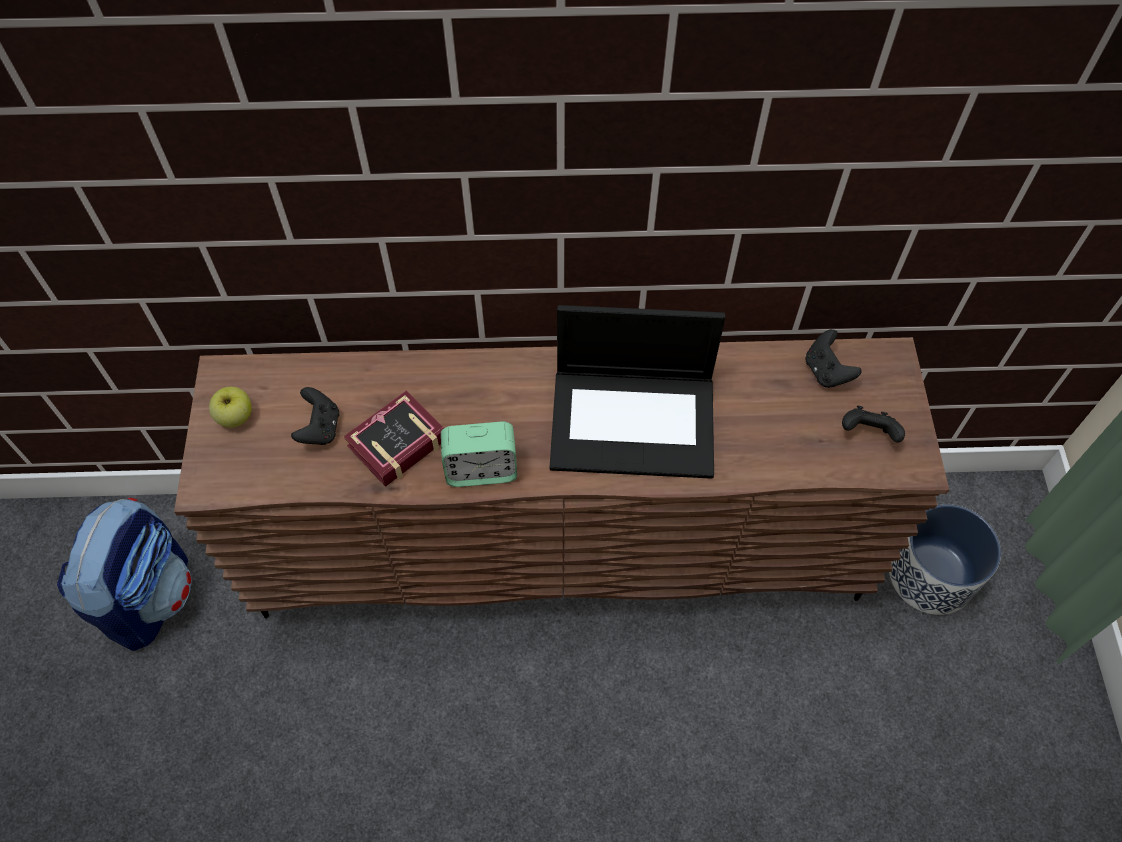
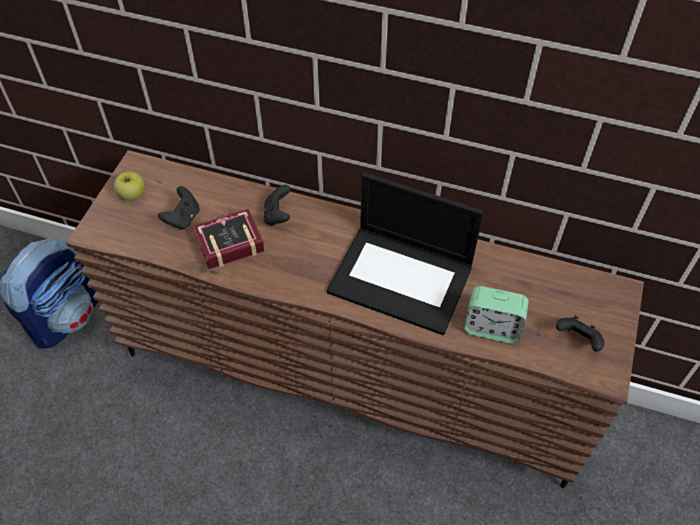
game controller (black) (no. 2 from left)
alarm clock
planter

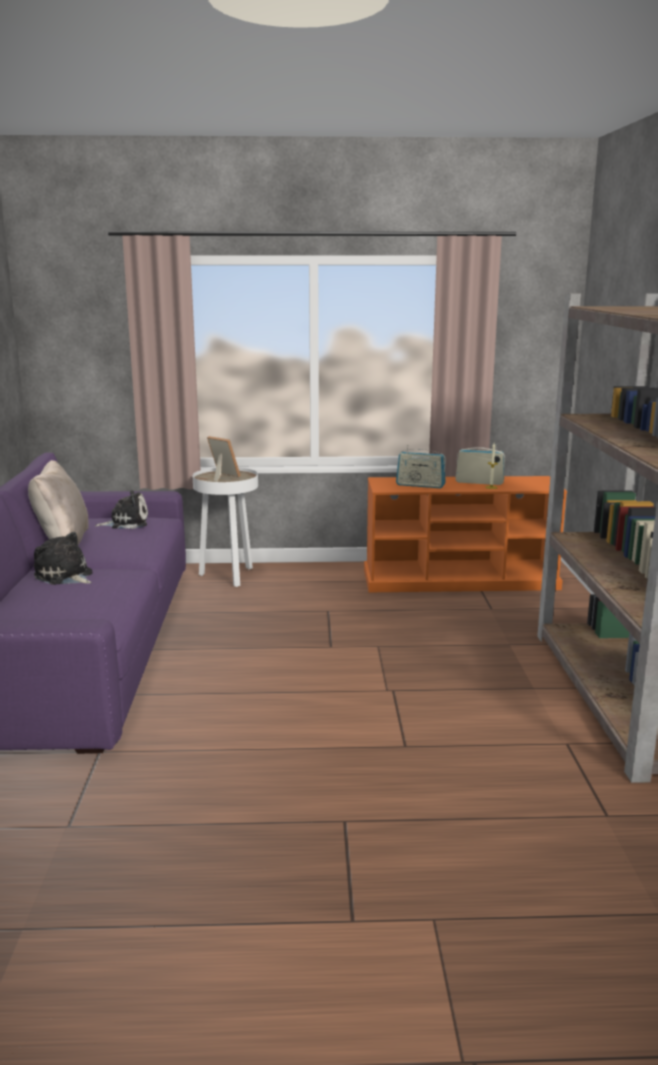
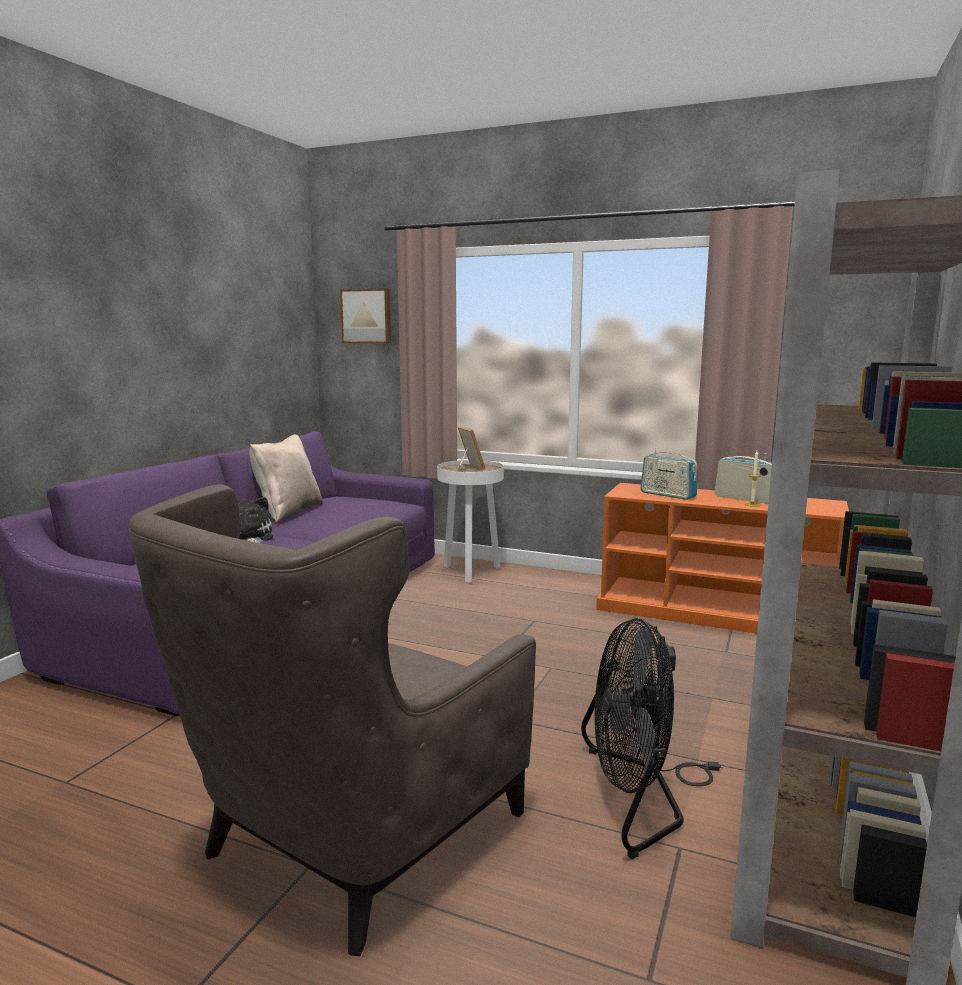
plush toy (no. 2 from left in the first image)
picture
armchair (grey)
fan (black)

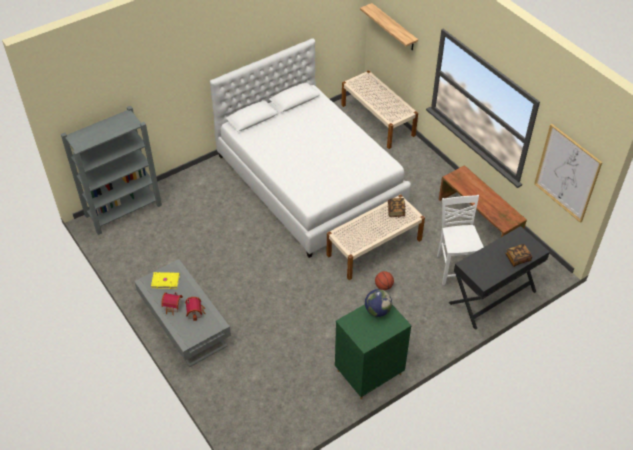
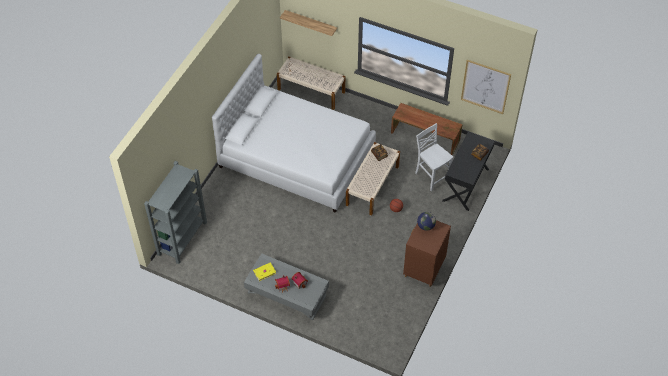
dresser (brown)

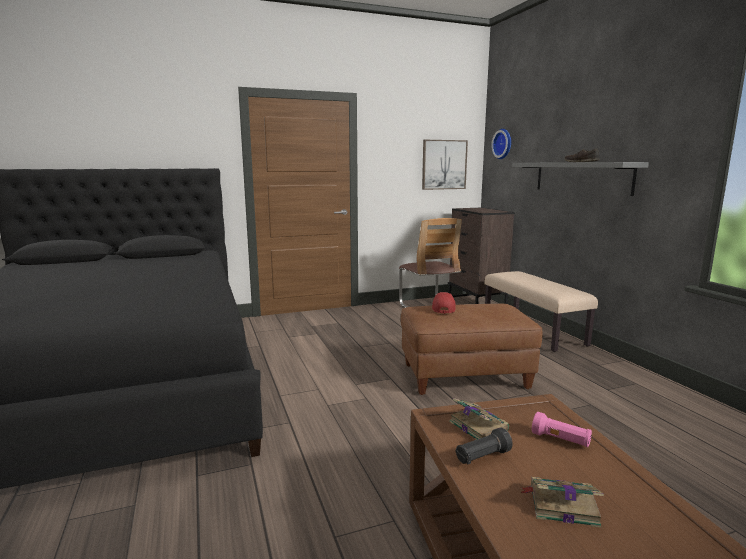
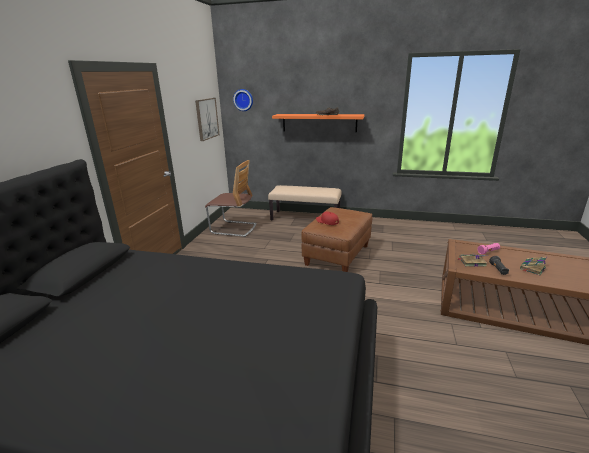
shelf (orange)
dresser (brown)

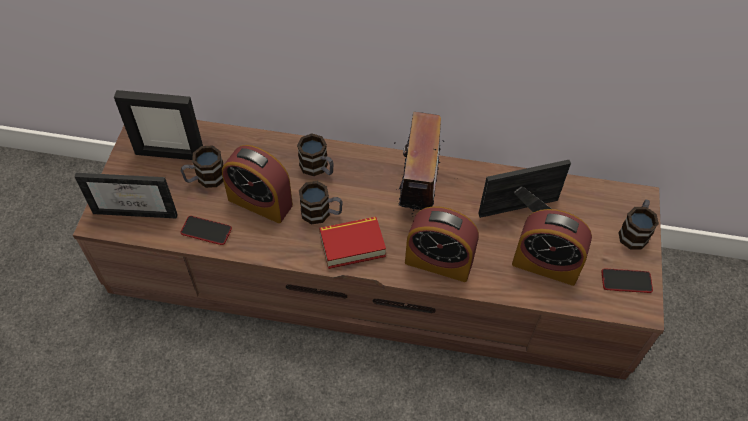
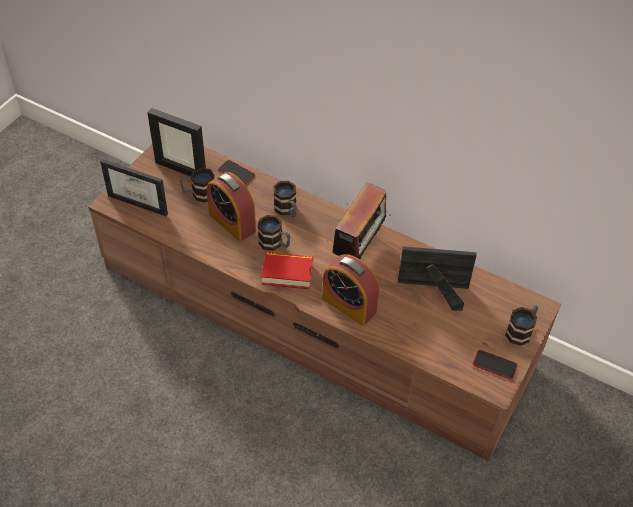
alarm clock (no. 3 from left in the first image)
phone (no. 1 from left)

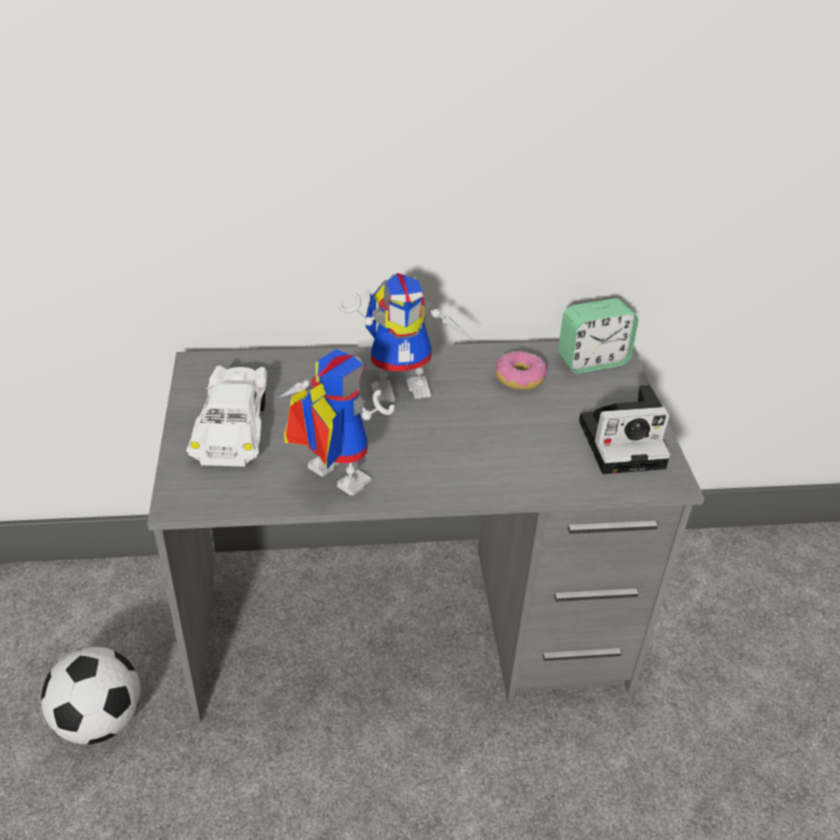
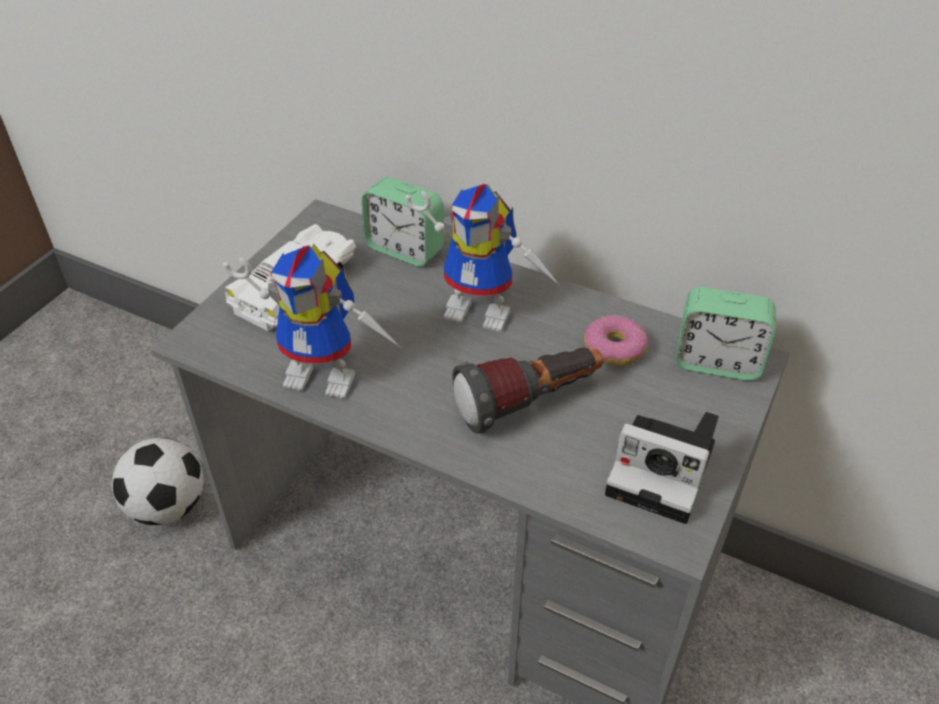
toy robot (no. 1 from left)
alarm clock (no. 1 from left)
flashlight

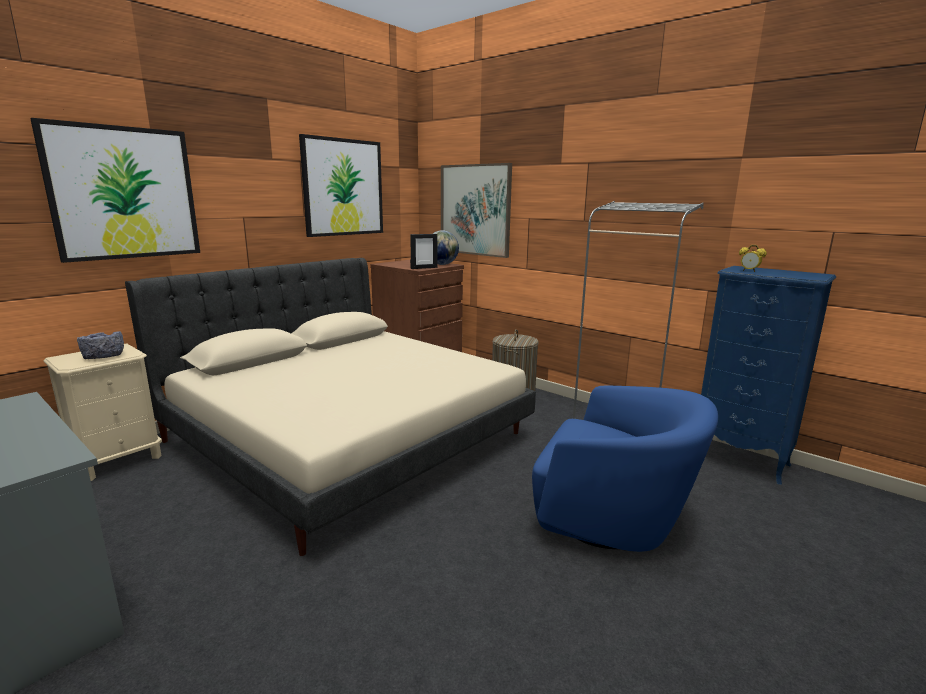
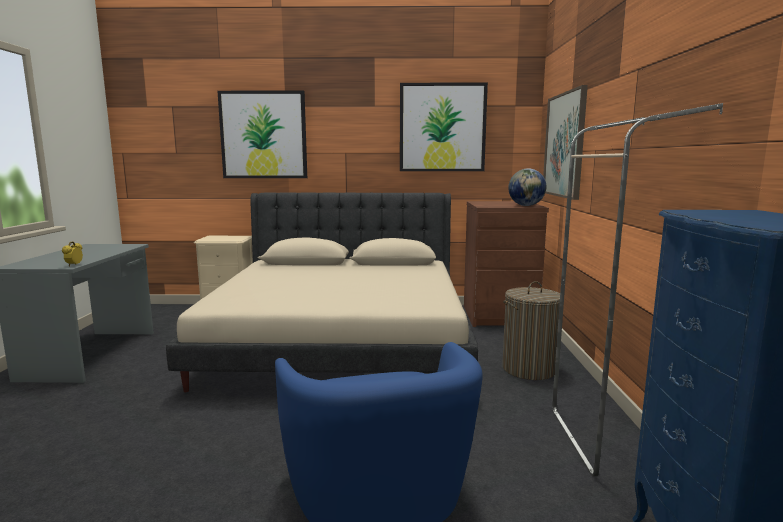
picture frame
alarm clock
bowl (grey)

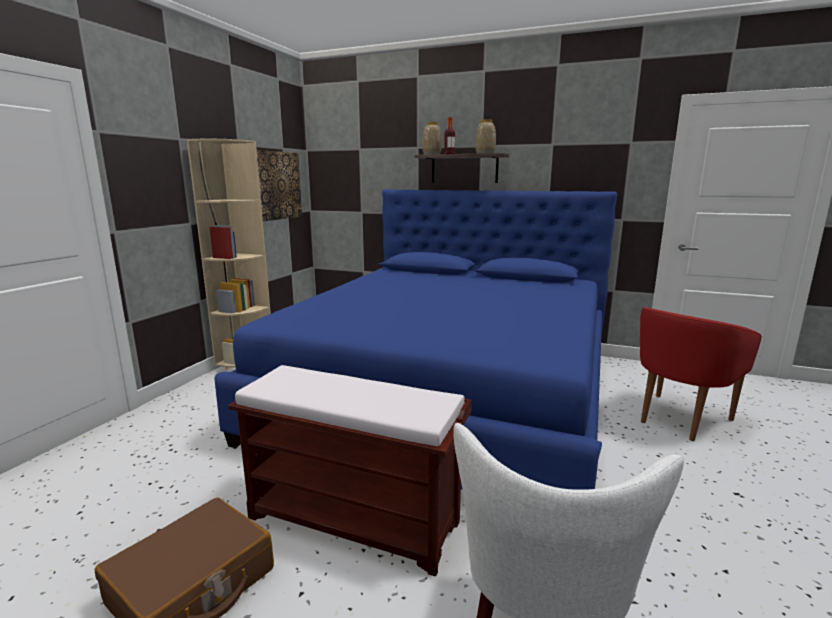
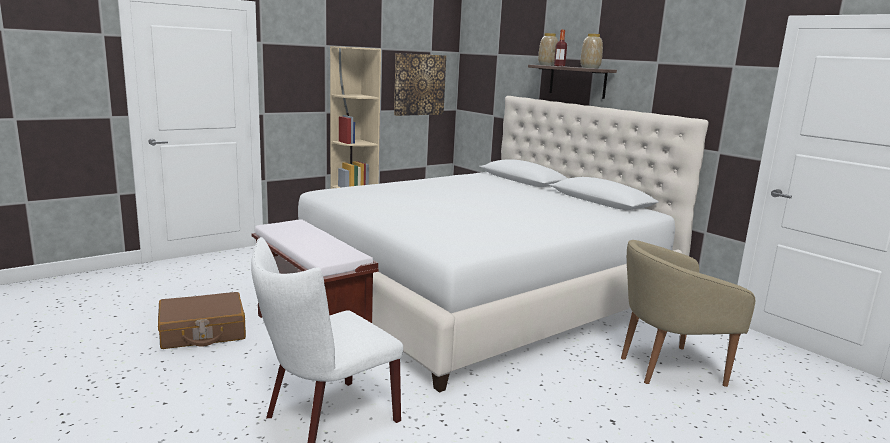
bed (white)
armchair (beige)

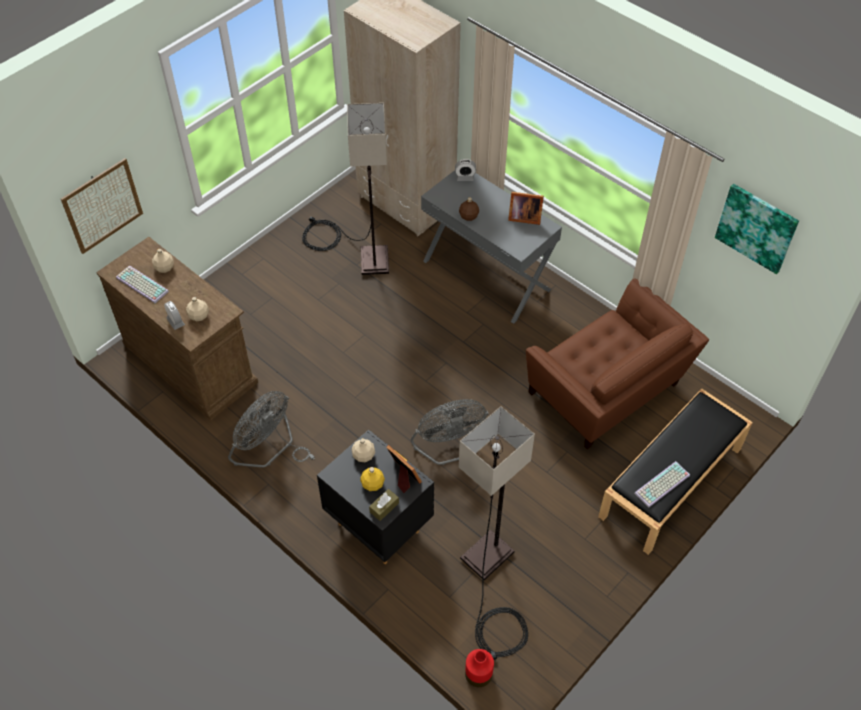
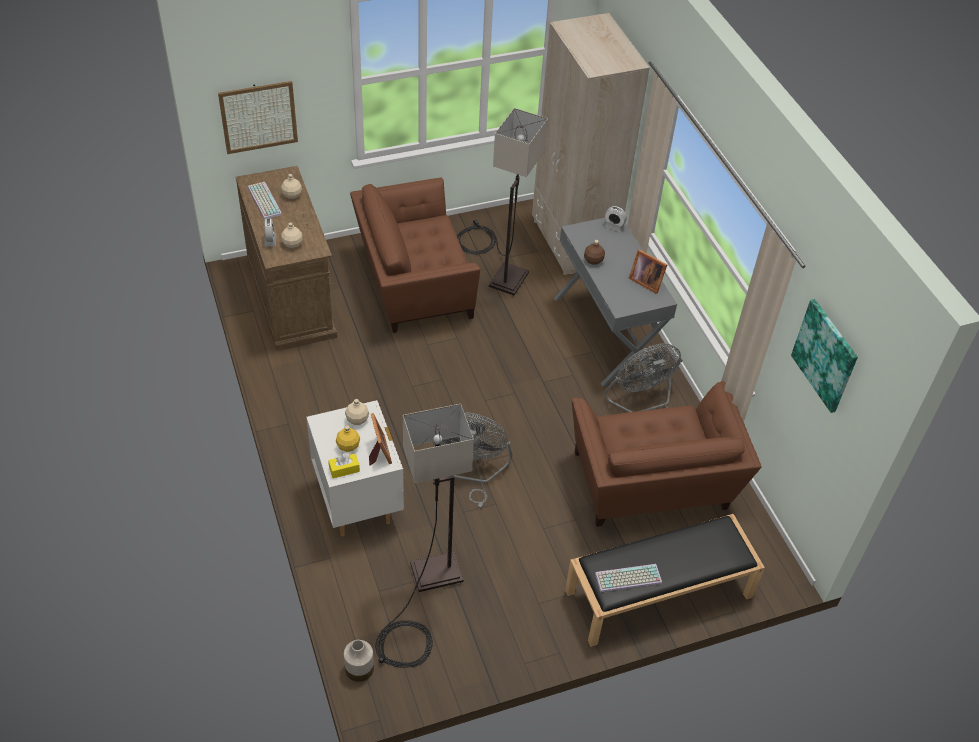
fan (grey) (no. 2 from left)
nightstand (white)
tissue box (yellow)
vase (beige)
armchair (brown) (no. 1 from left)

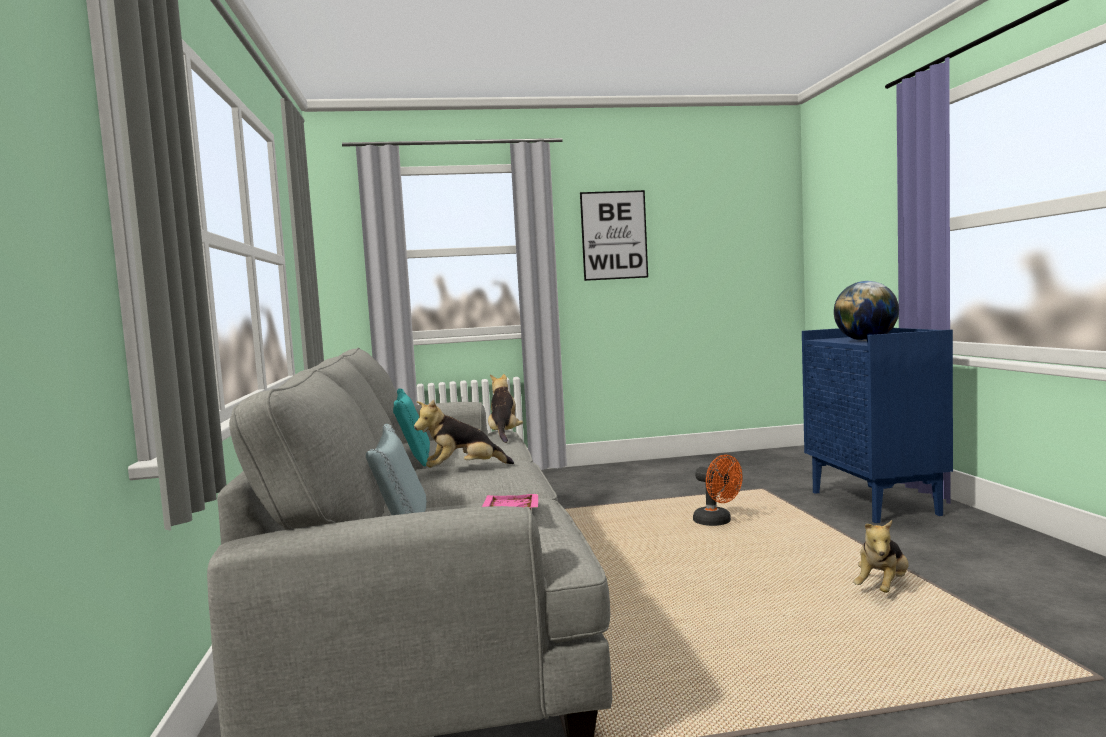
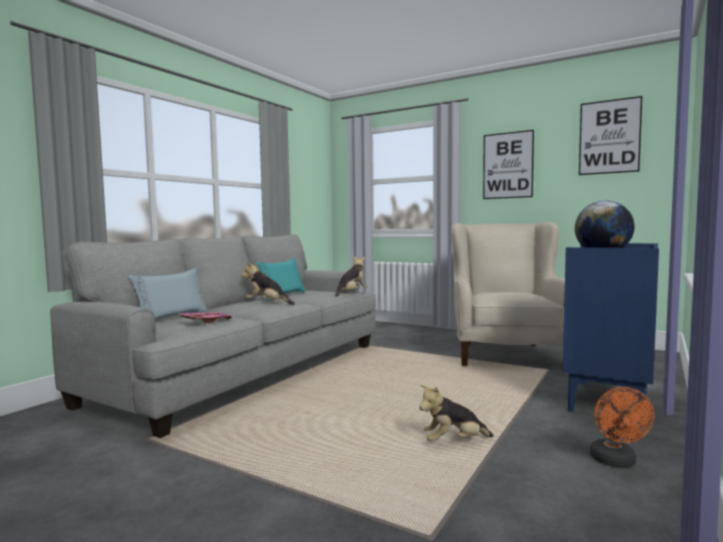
fan (orange)
picture (no. 2 from left)
armchair (beige)

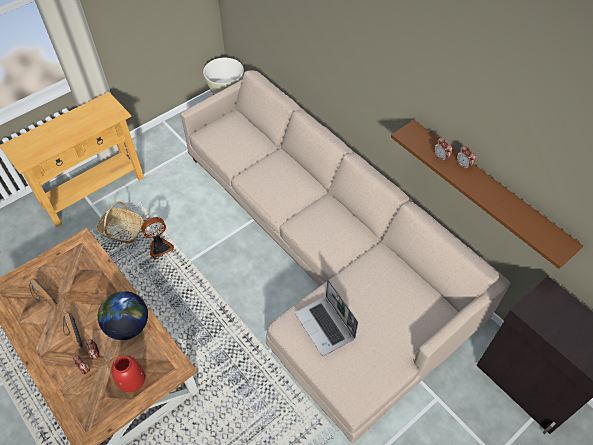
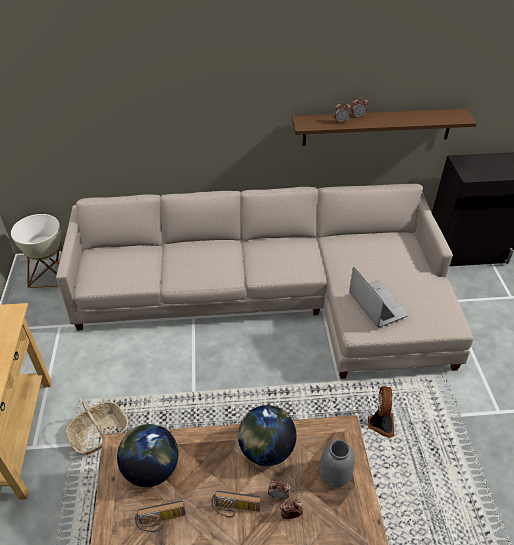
fan
laptop
vase (grey)
globe (no. 1 from left)

